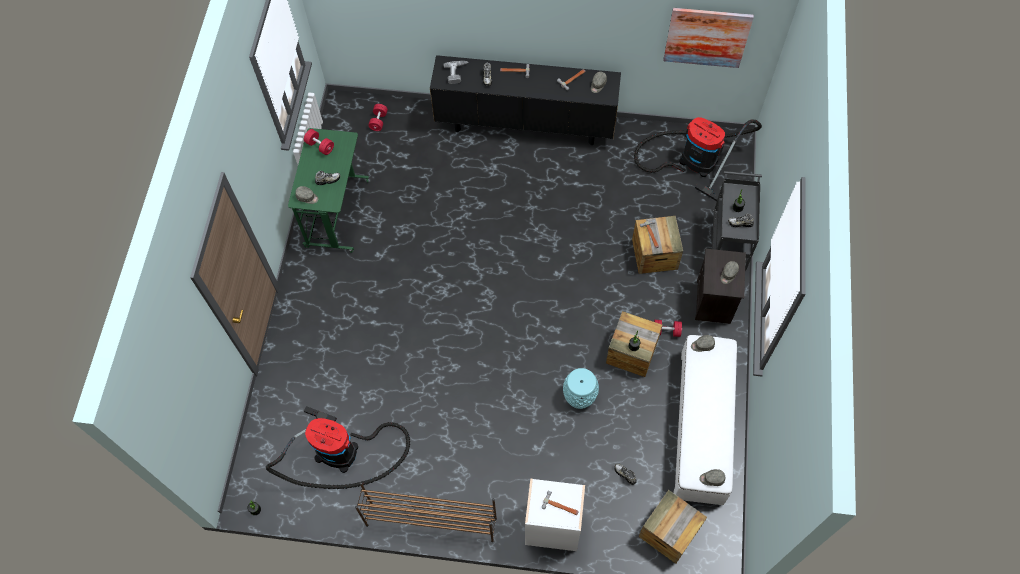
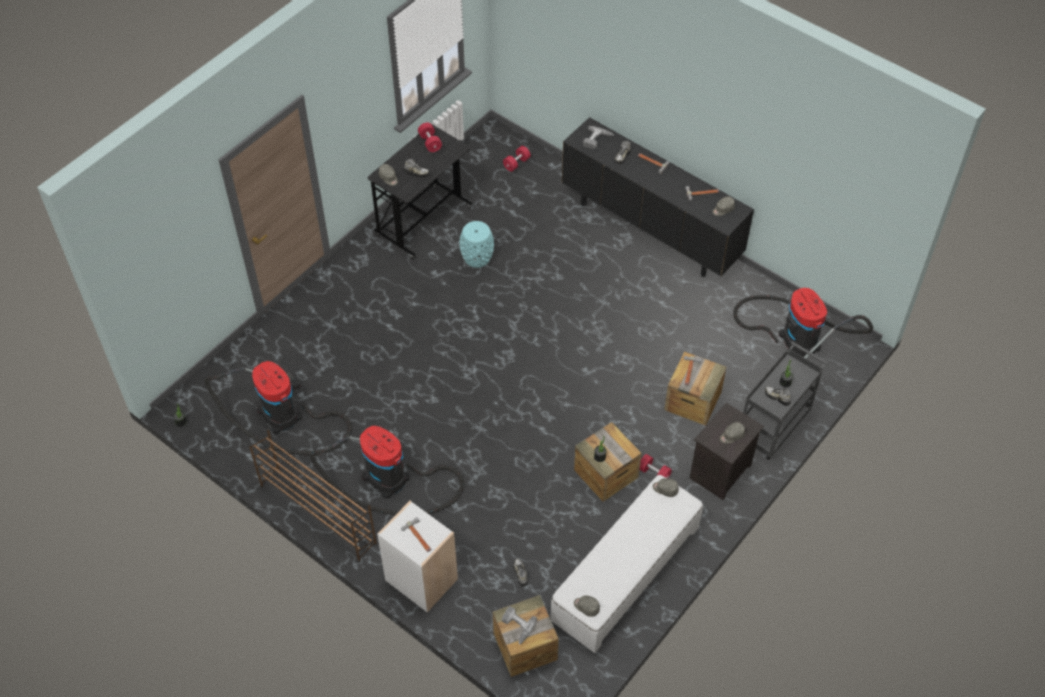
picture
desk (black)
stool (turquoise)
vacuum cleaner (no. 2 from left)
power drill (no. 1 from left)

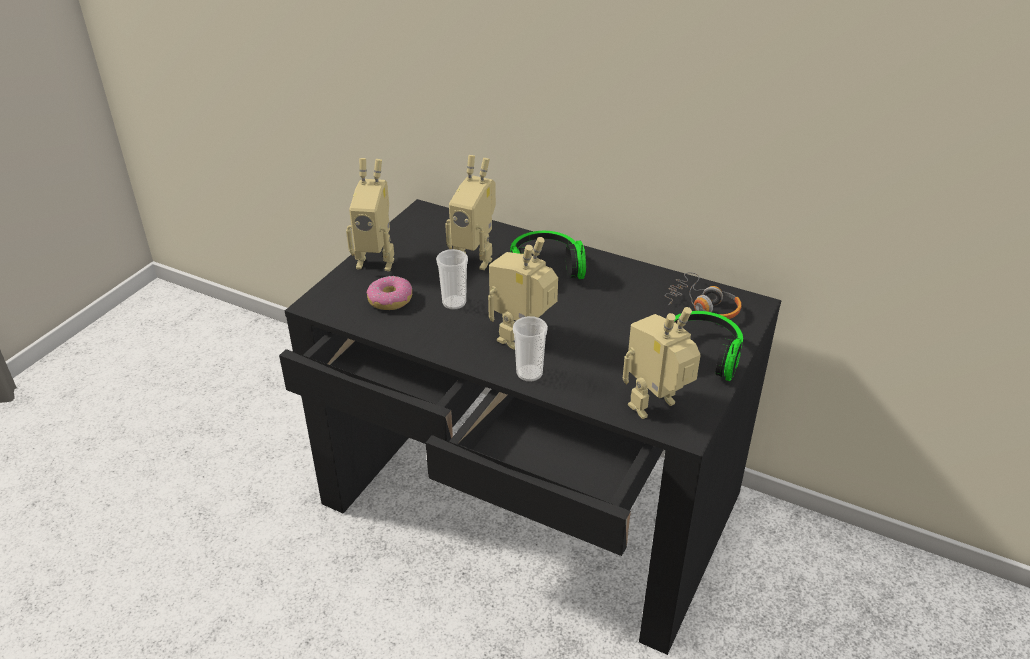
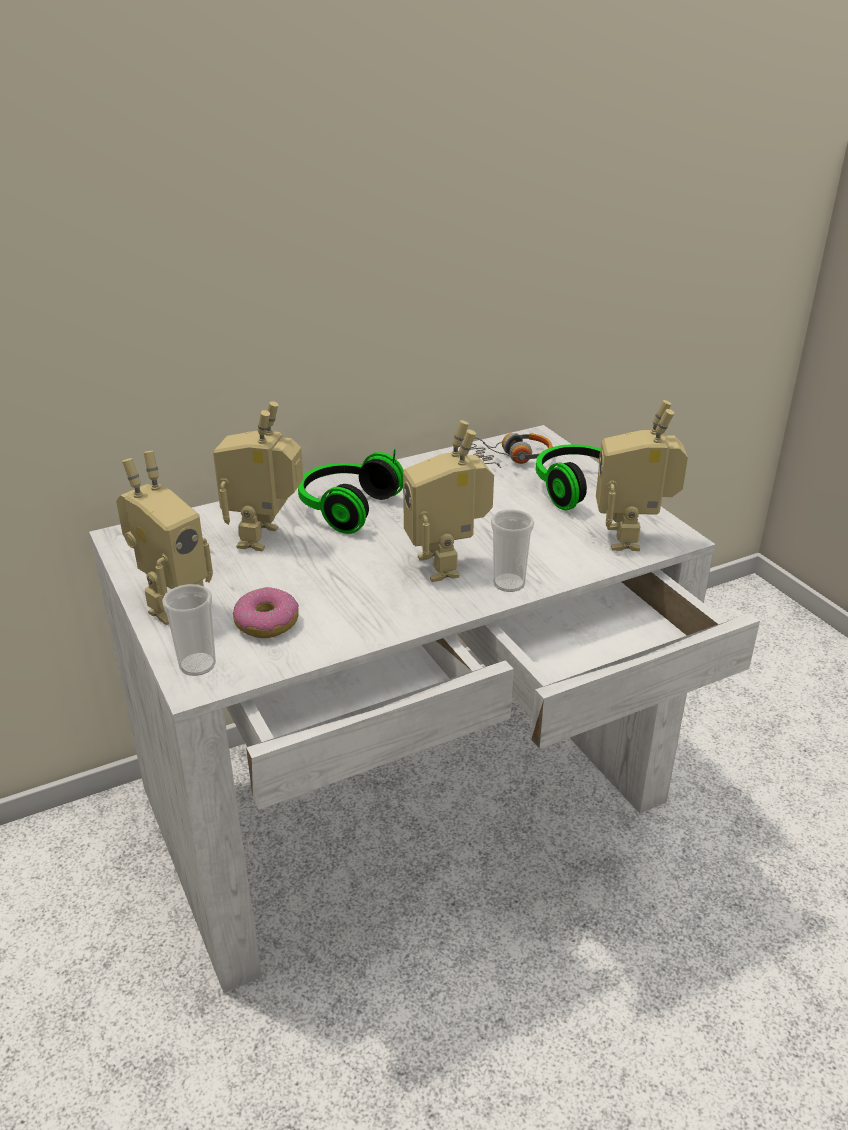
toy robot (no. 2 from left)
desk (white)
cup (no. 1 from left)

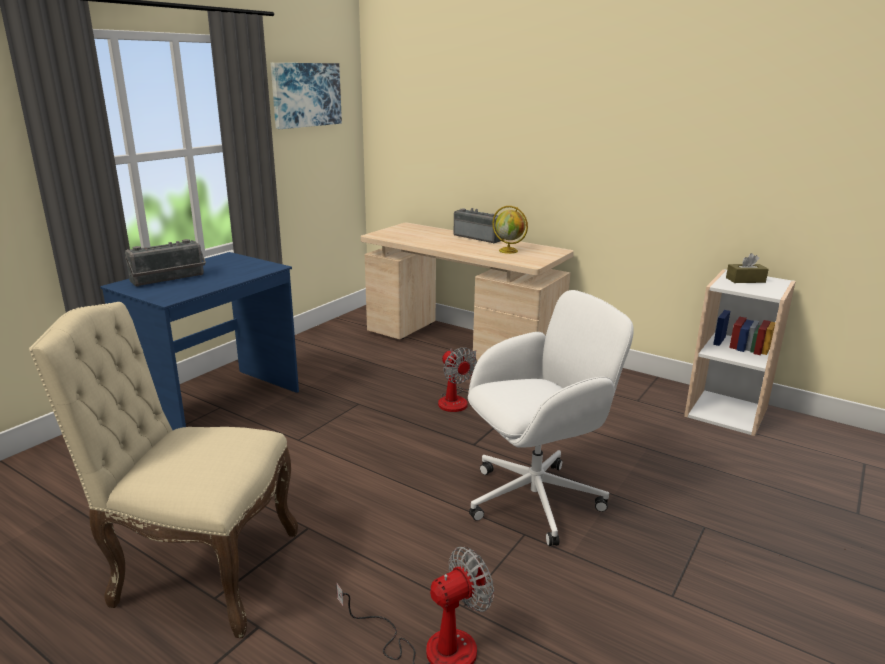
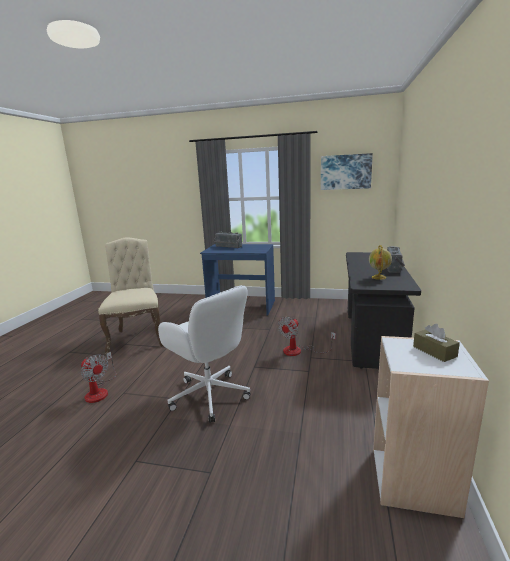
desk (black)

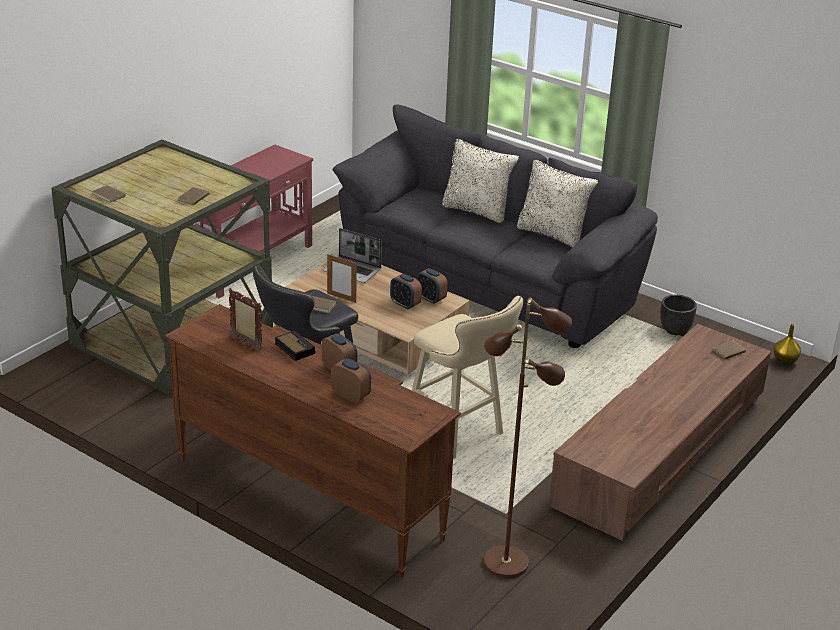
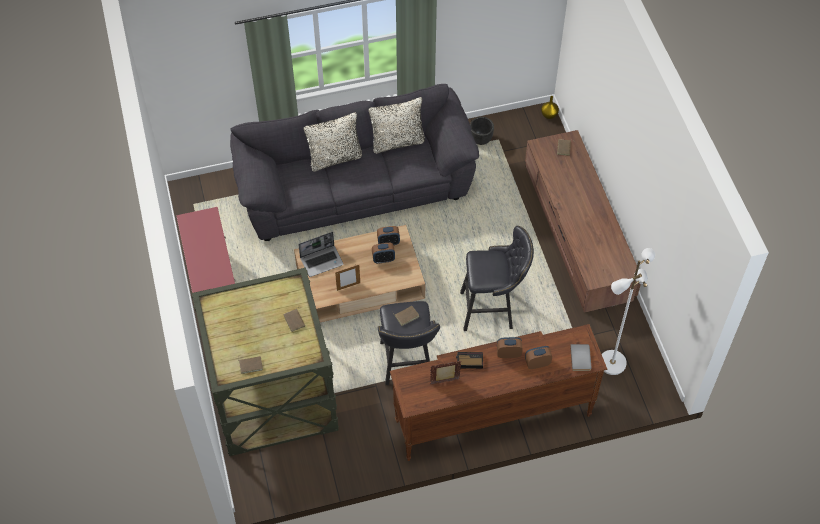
stool (black) (no. 2 from left)
floor lamp (white)
book (grey)

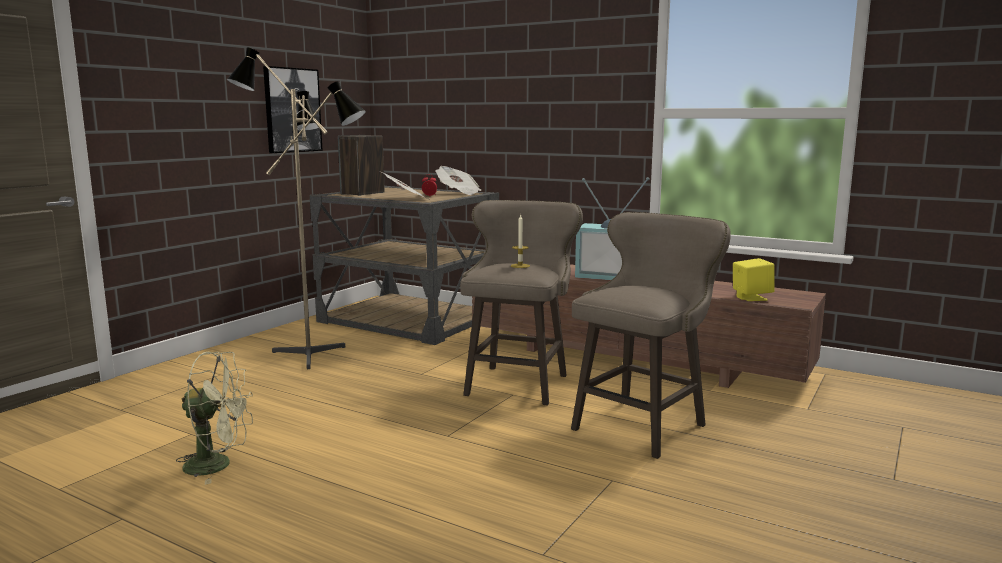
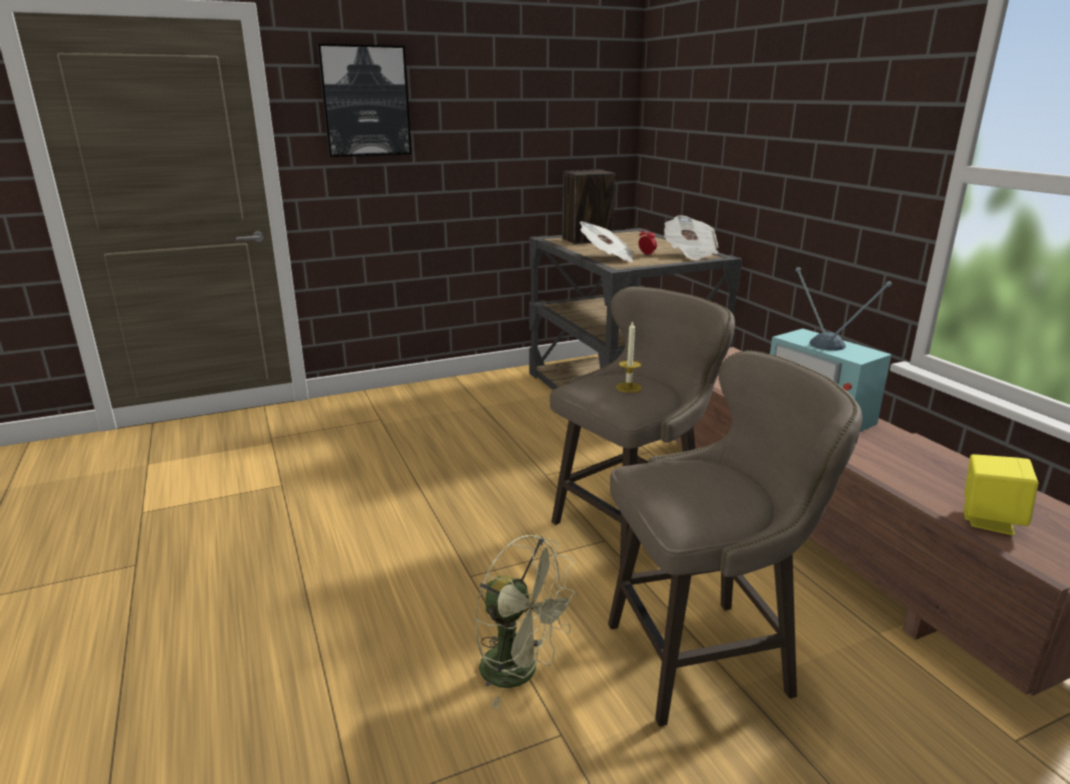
floor lamp
picture
fan (green)

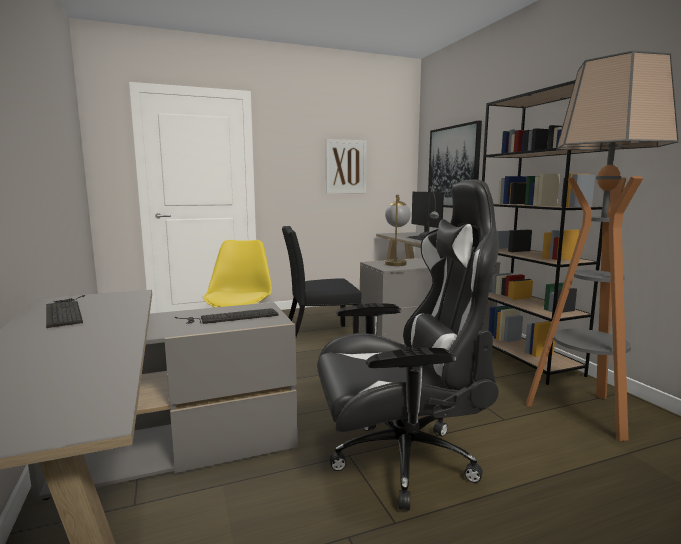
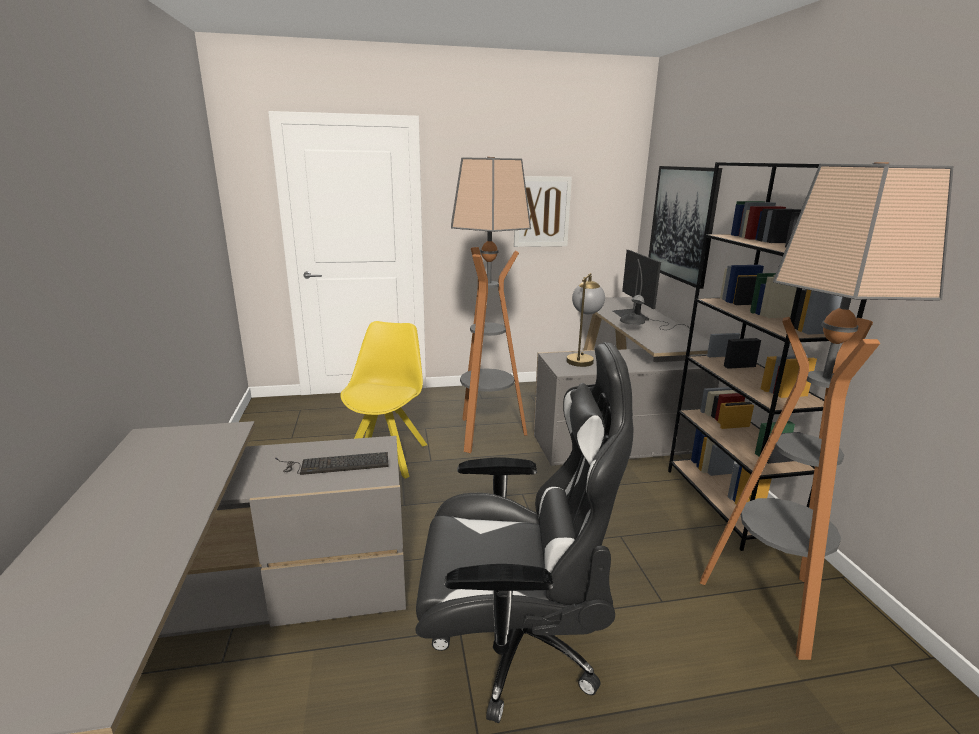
floor lamp (no. 1 from left)
keyboard (no. 1 from left in the first image)

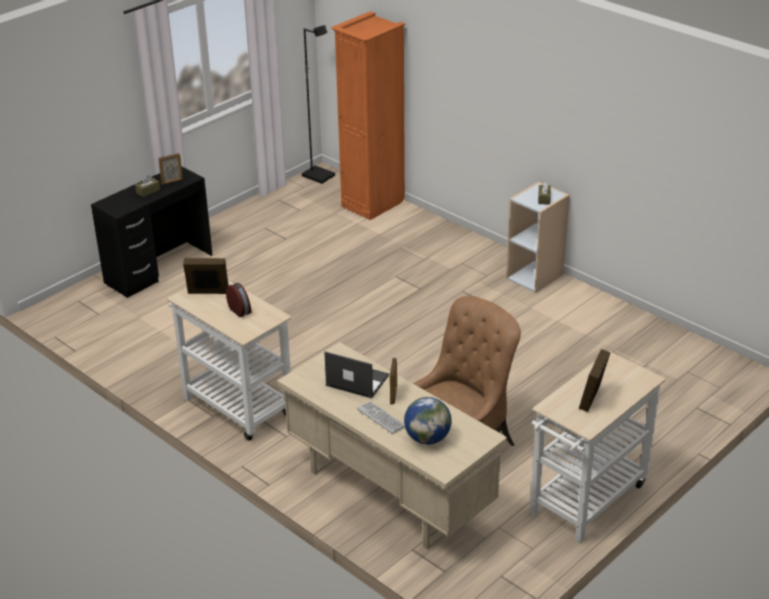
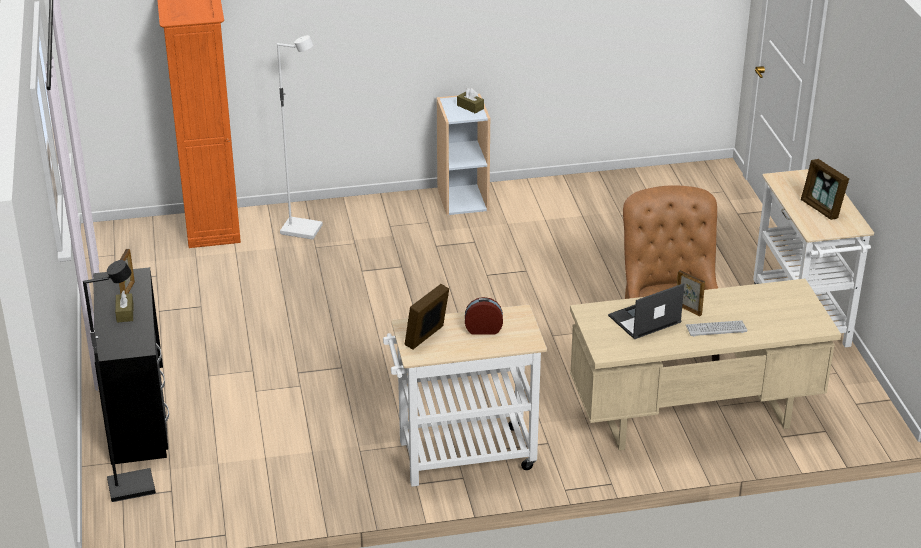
floor lamp (black)
globe
floor lamp (white)

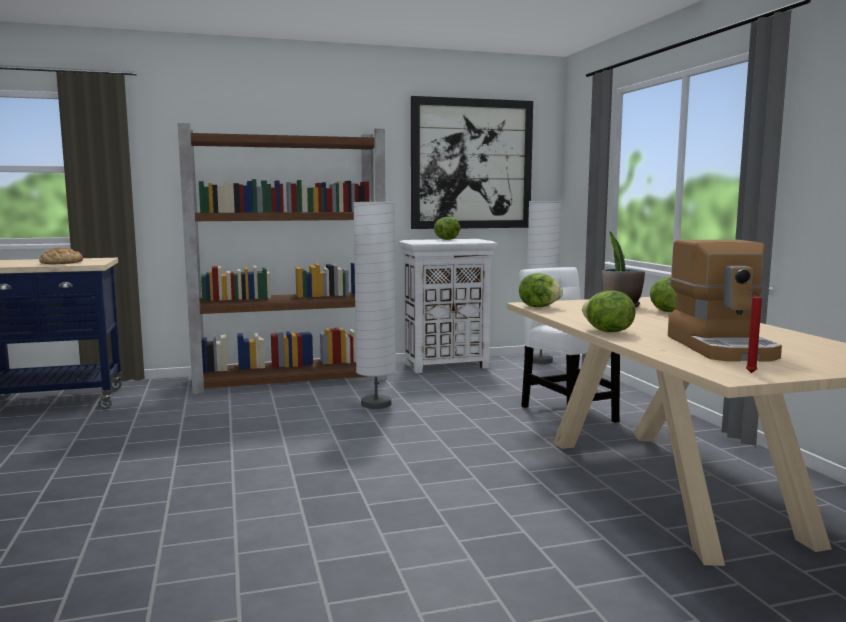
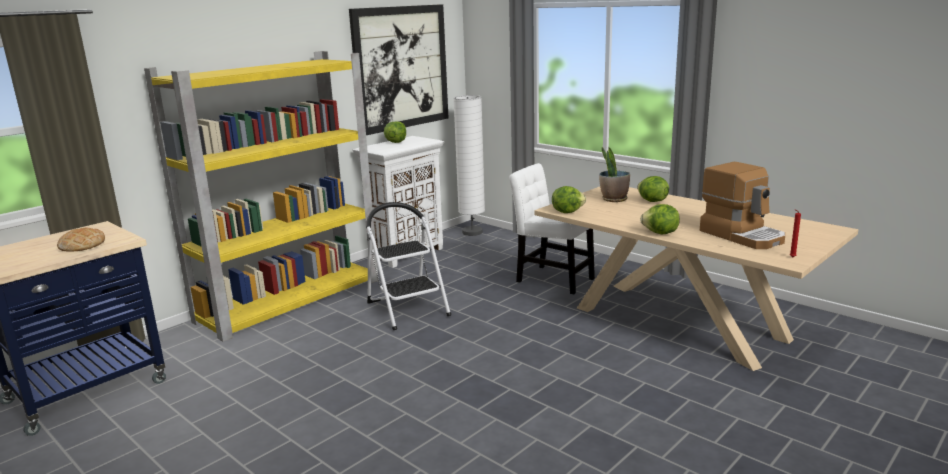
bookcase (yellow)
step ladder

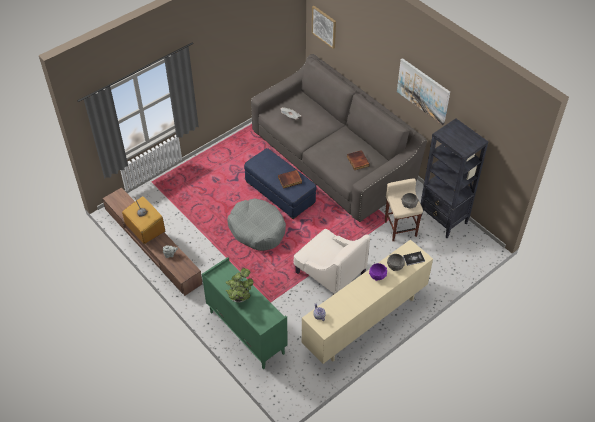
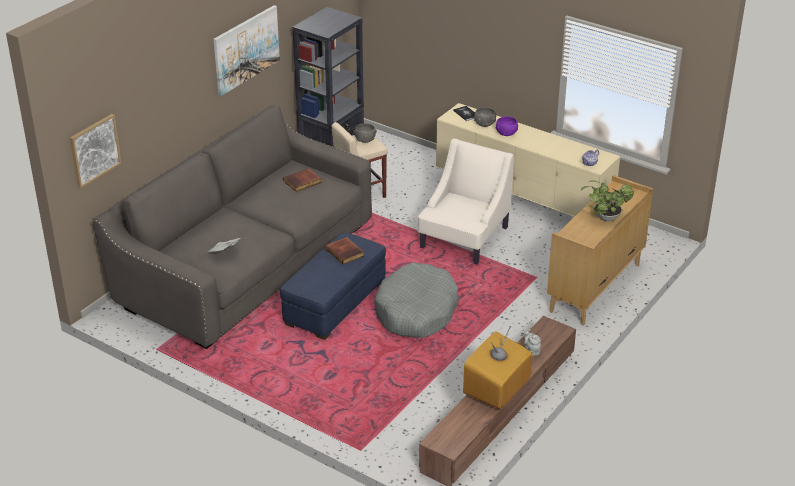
dresser (brown)

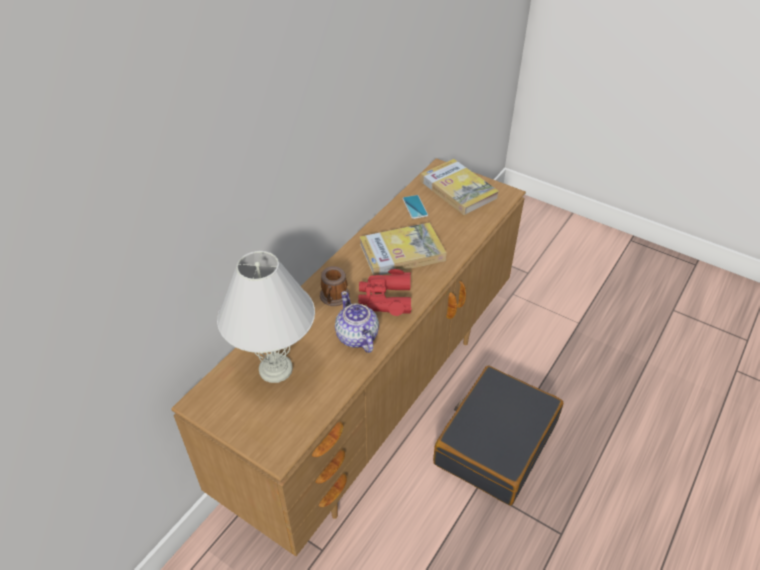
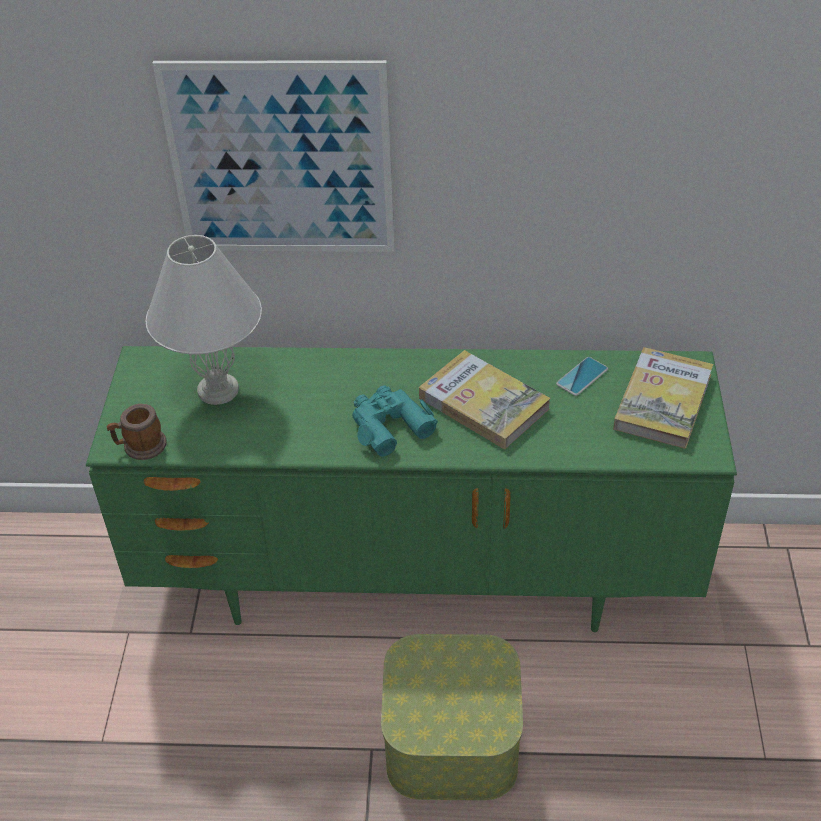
dresser (green)
mug
binoculars (turquoise)
teapot
storage box
picture

